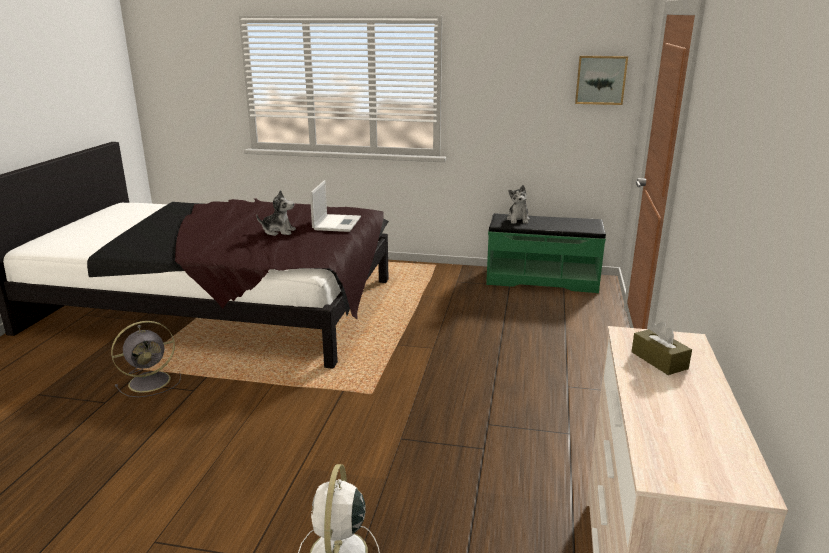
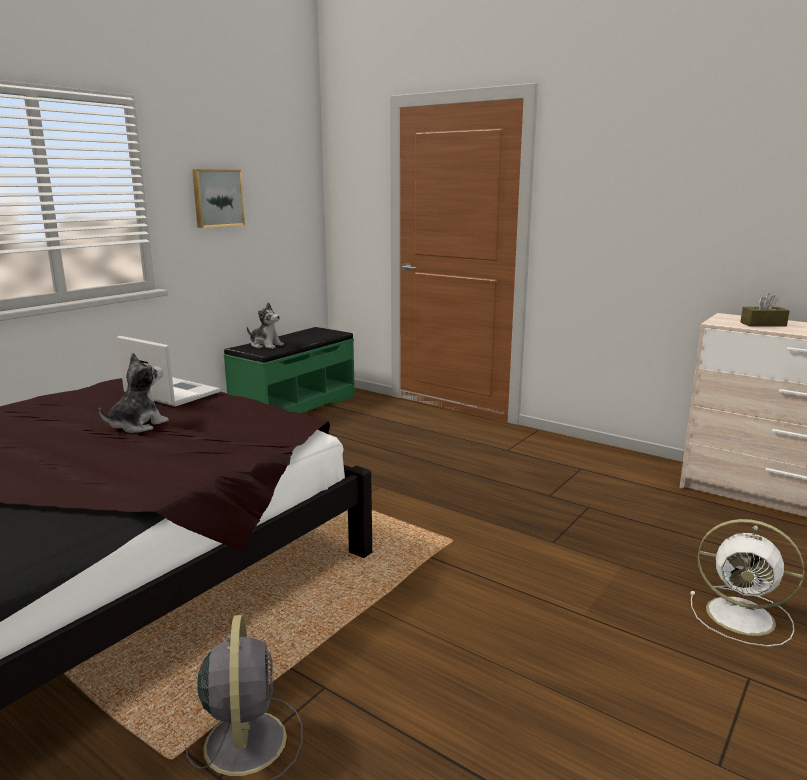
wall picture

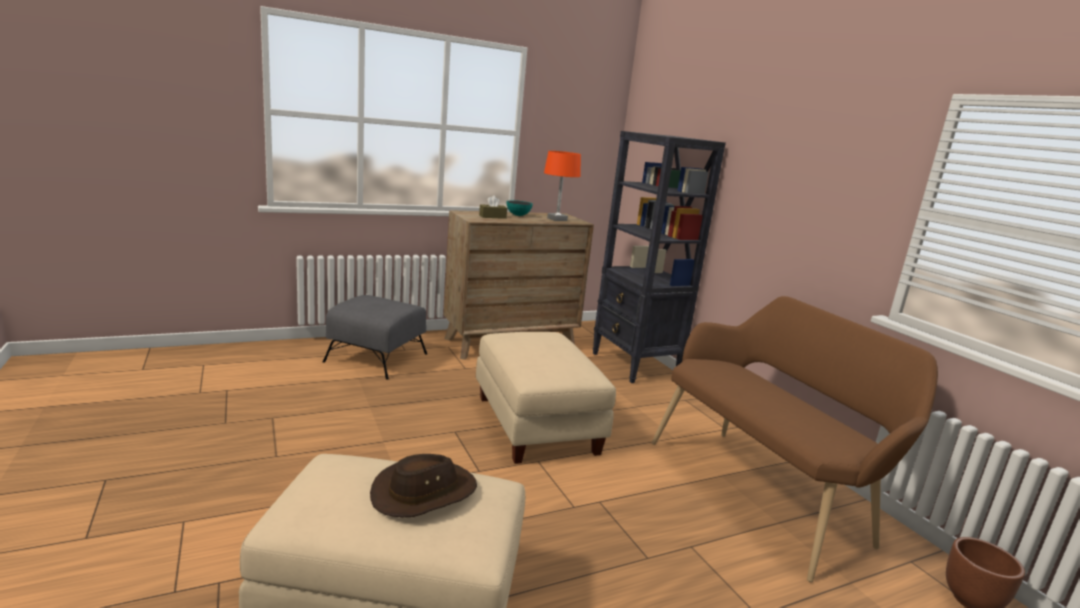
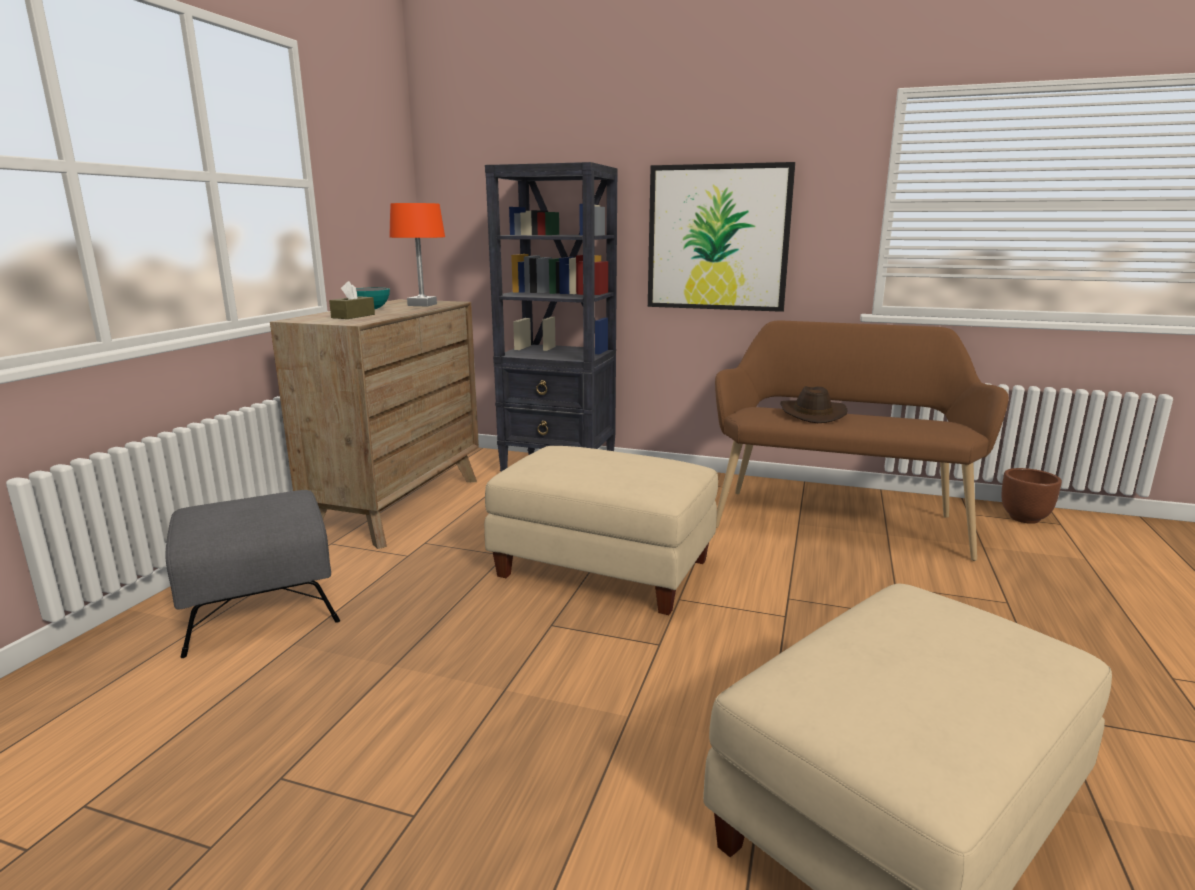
brownish wearable hat; wall picture

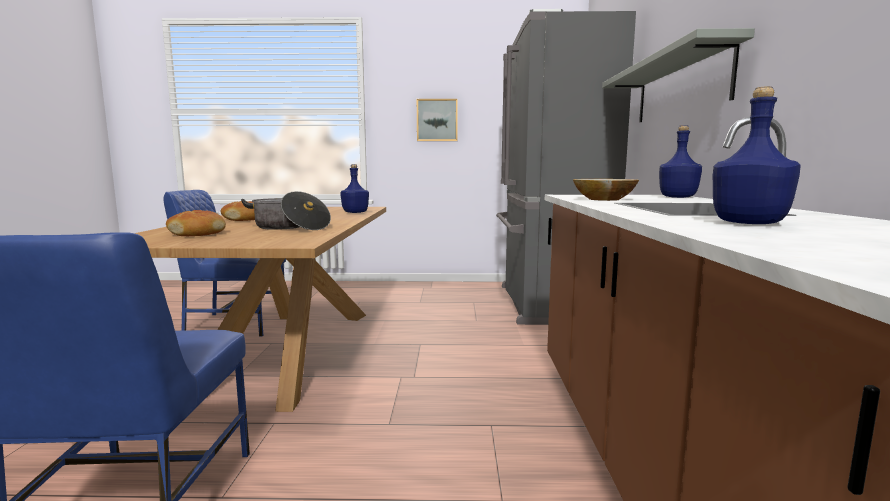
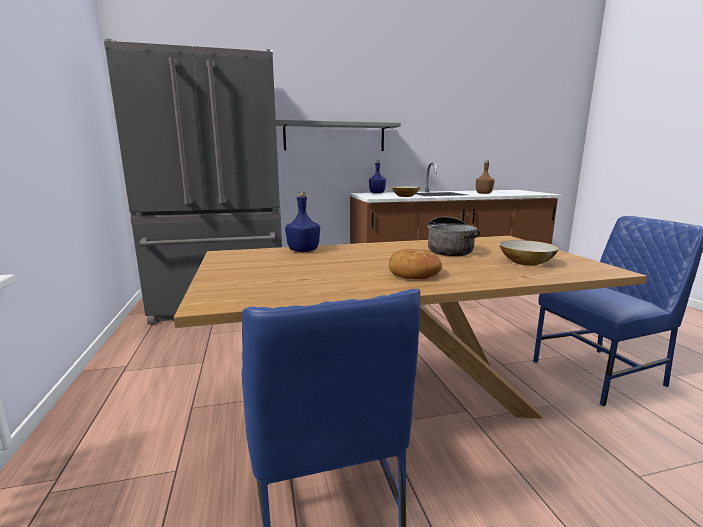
deep dish (no. 2 from left); wall picture; brownish beverage bottle

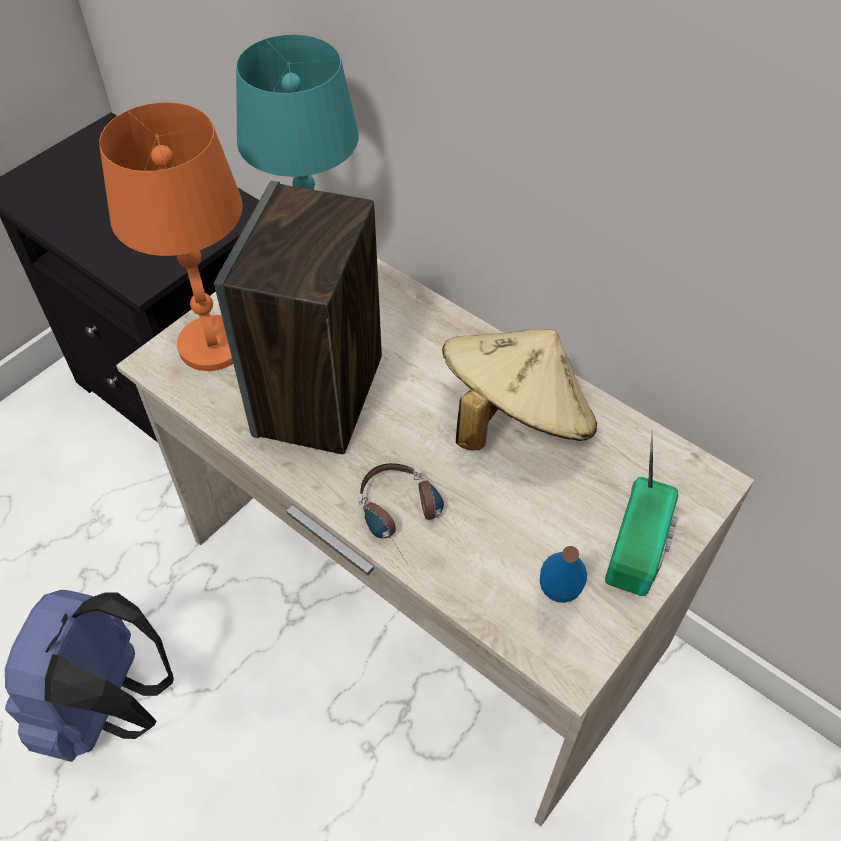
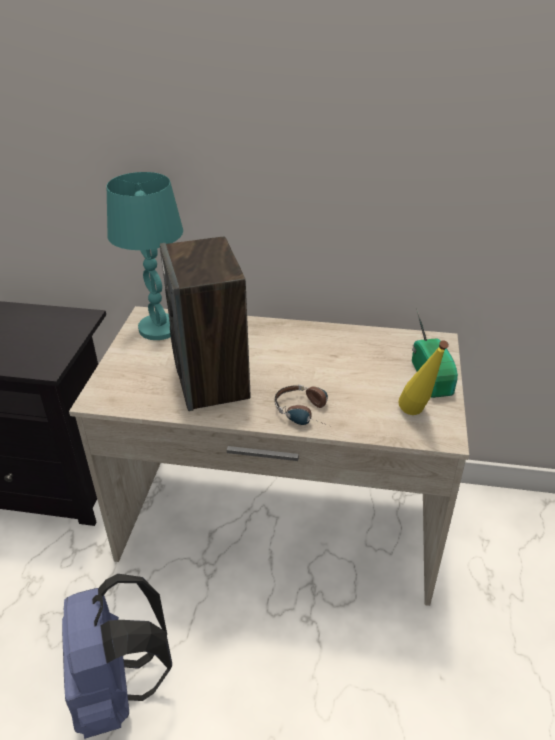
orange-coloured tabletop lamp; beige-coloured wearable hat; yellow beverage bottle

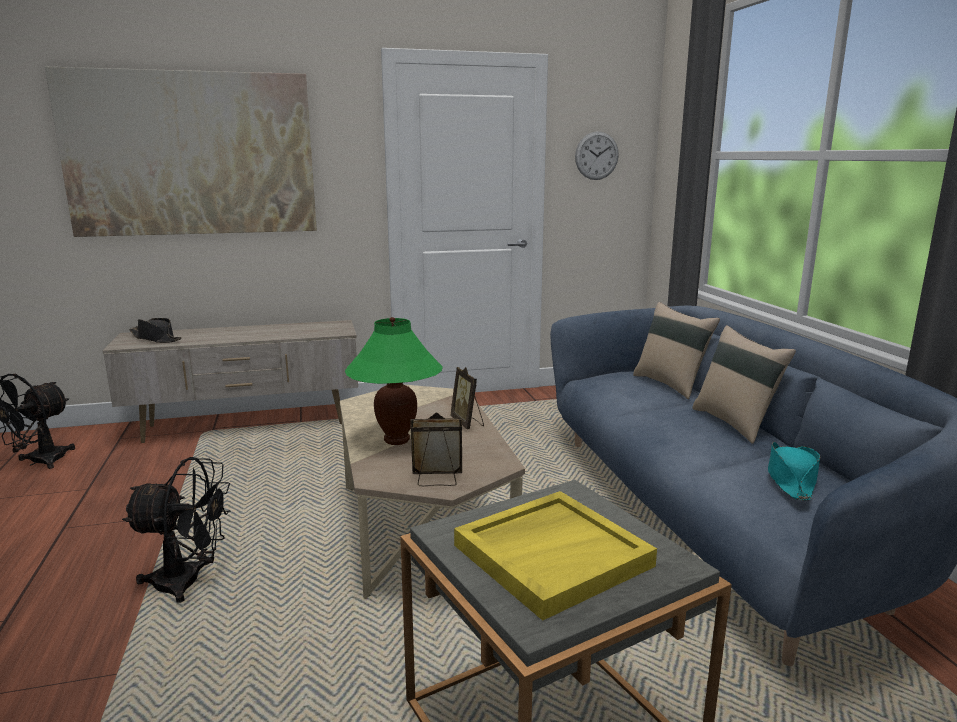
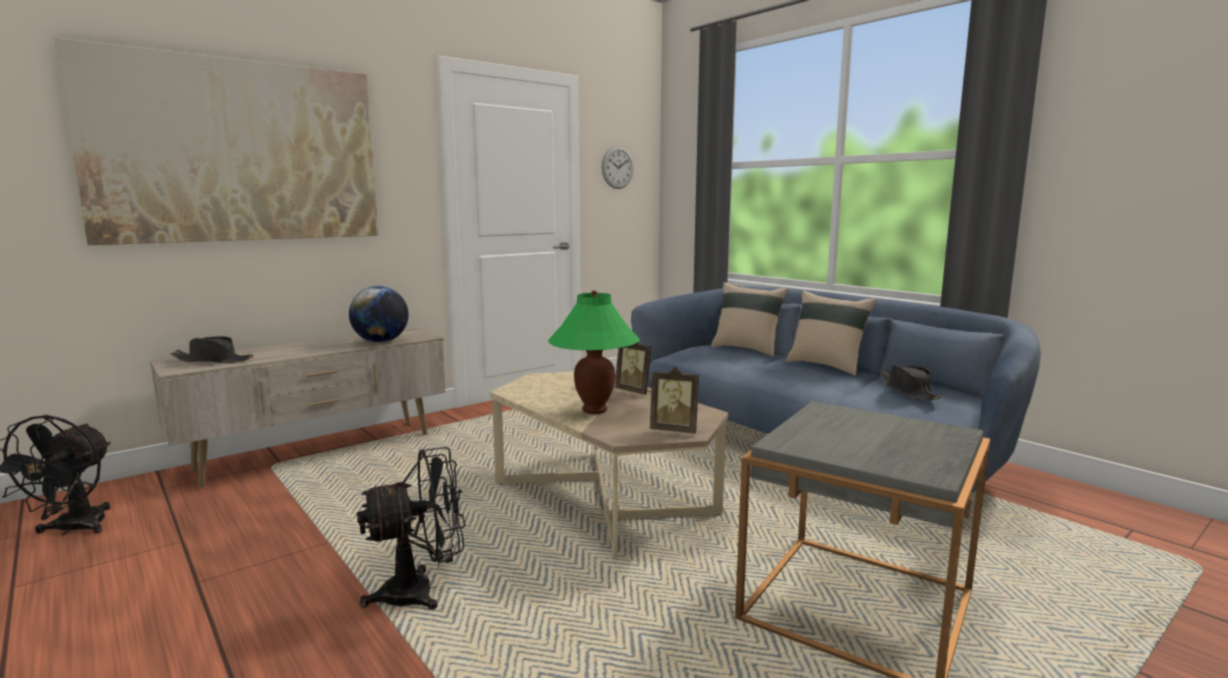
standing frame (no. 2 from left); yellow tray; black-coloured wearable hat (no. 2 from left); globe

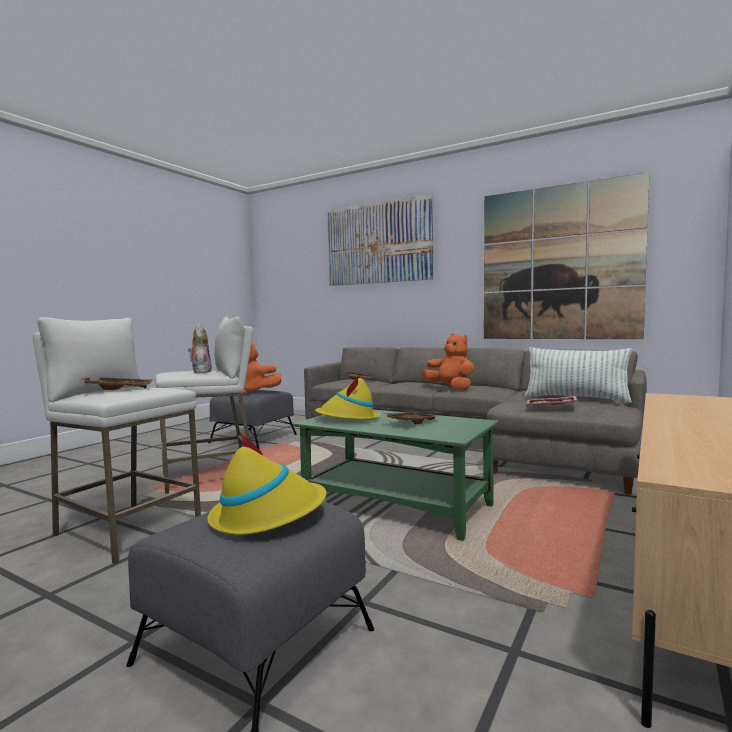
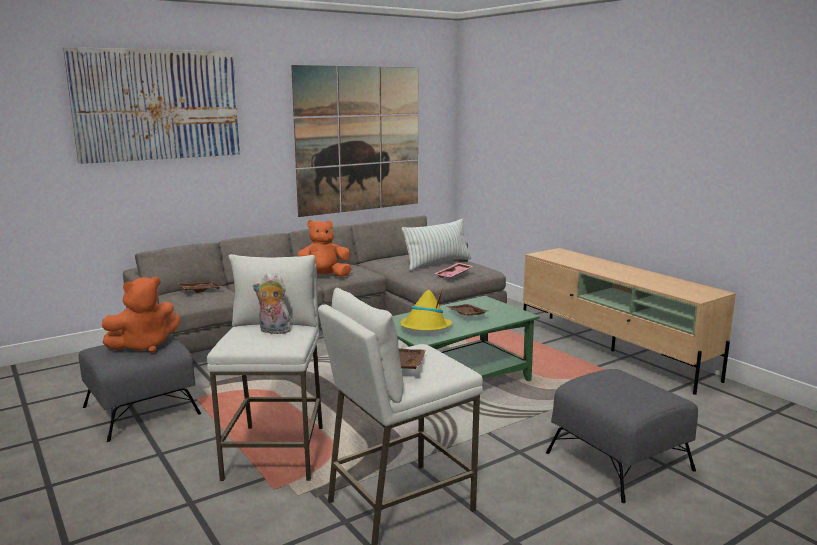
yellow wearable hat (no. 1 from left in the first image)

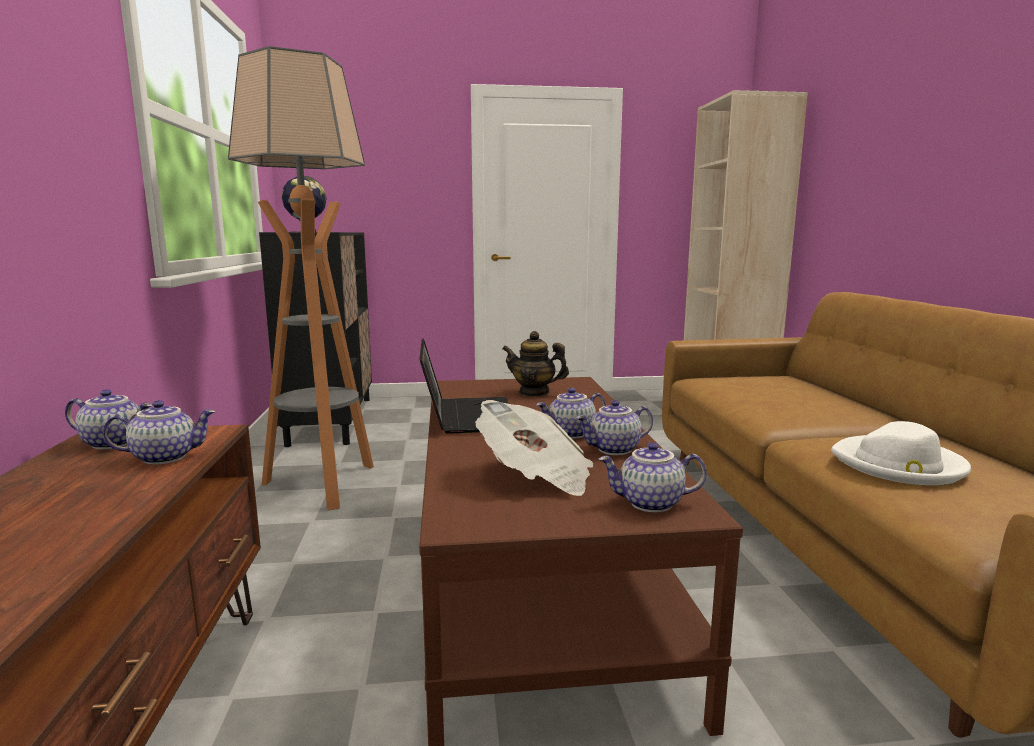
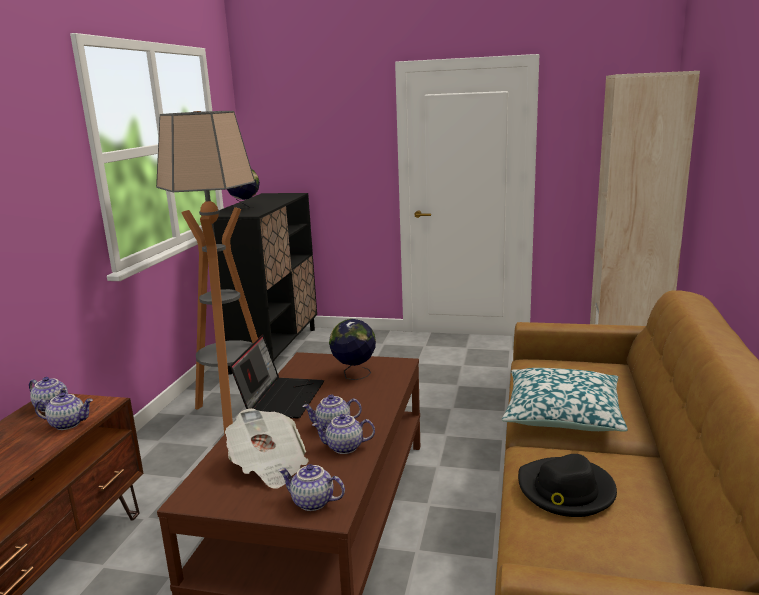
globe (no. 2 from left); black-coloured wearable hat; throw pillow

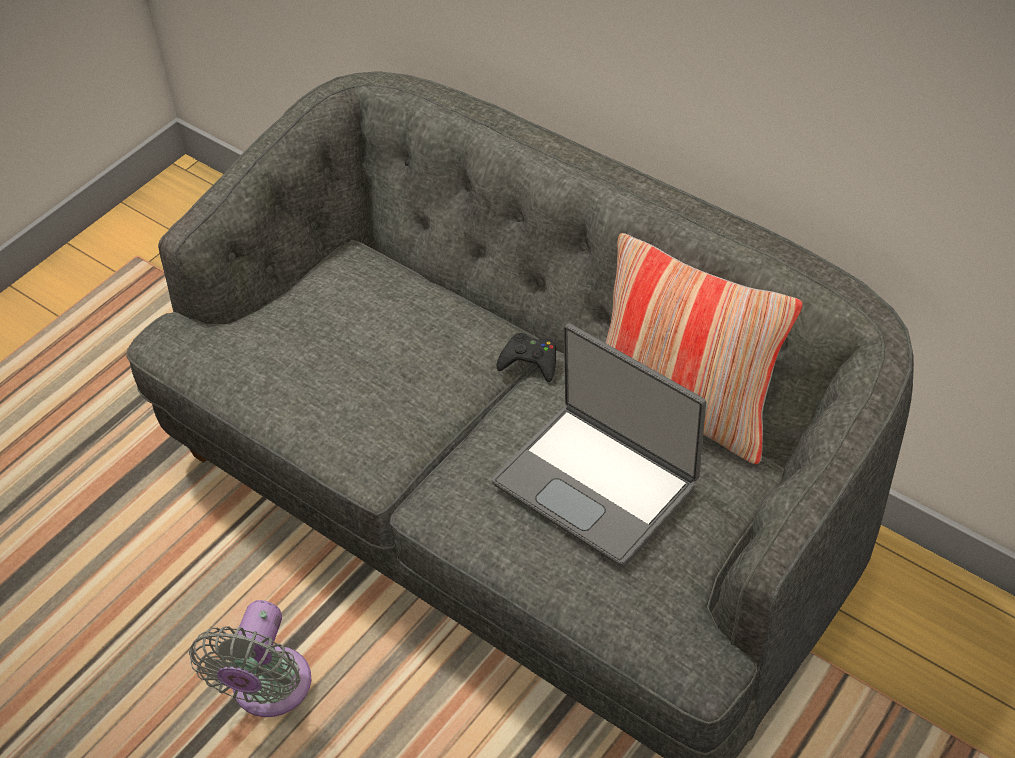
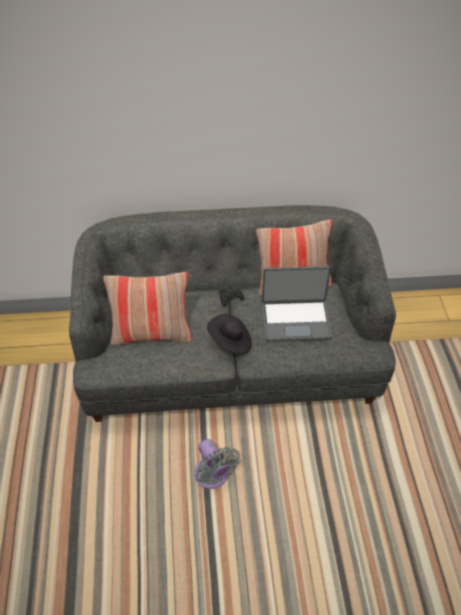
throw pillow (no. 1 from left); black-coloured wearable hat

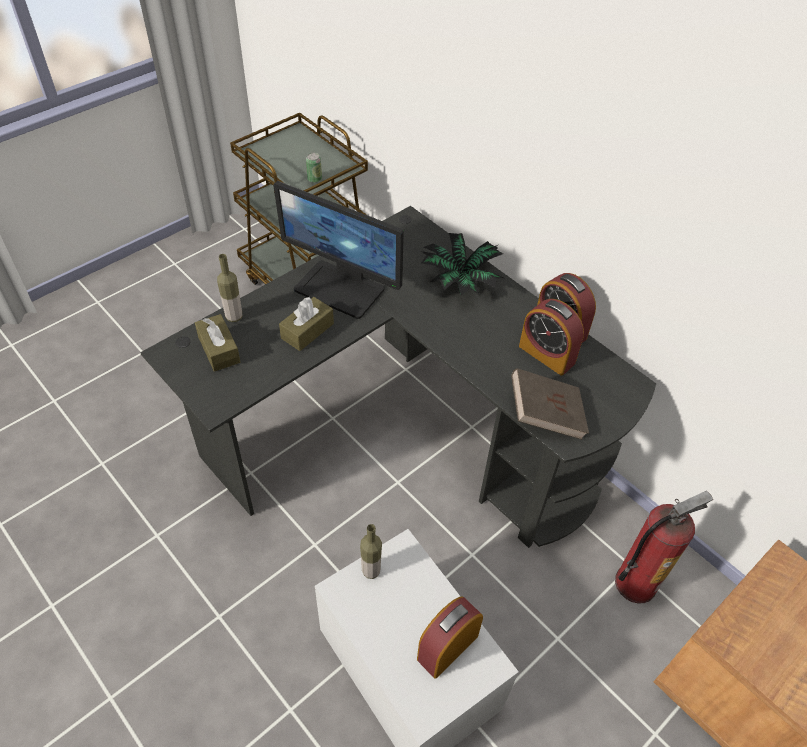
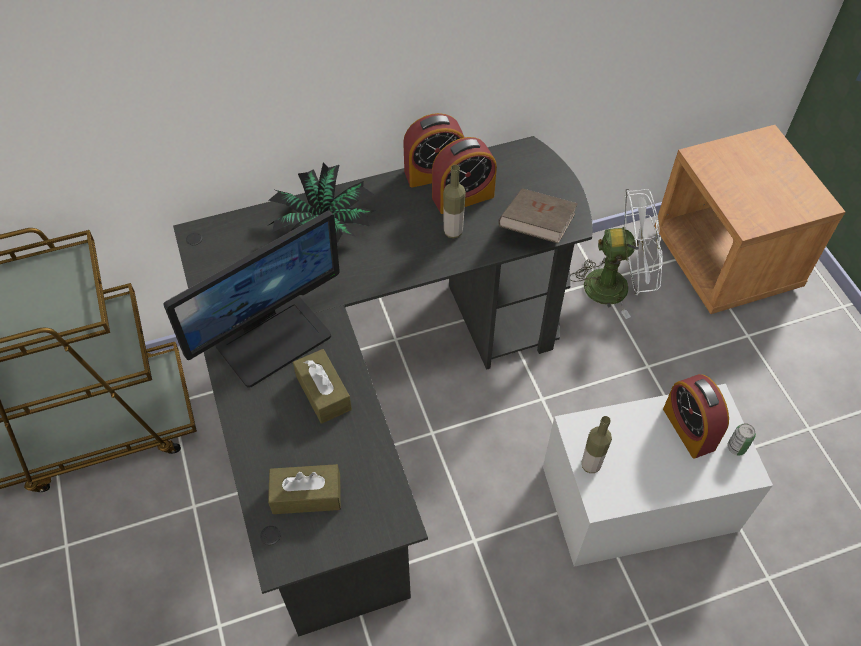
beverage bottle (no. 1 from left); sealed can; whitish electric fan

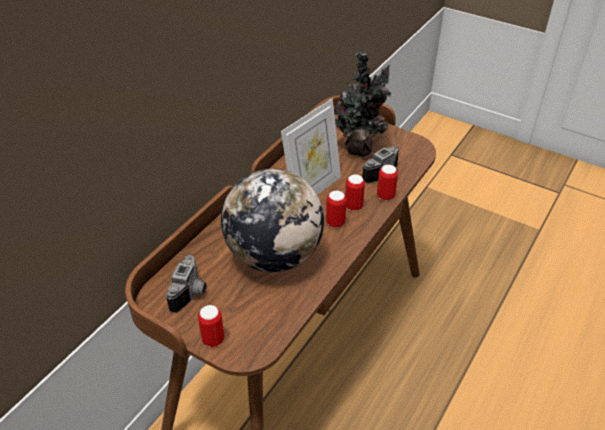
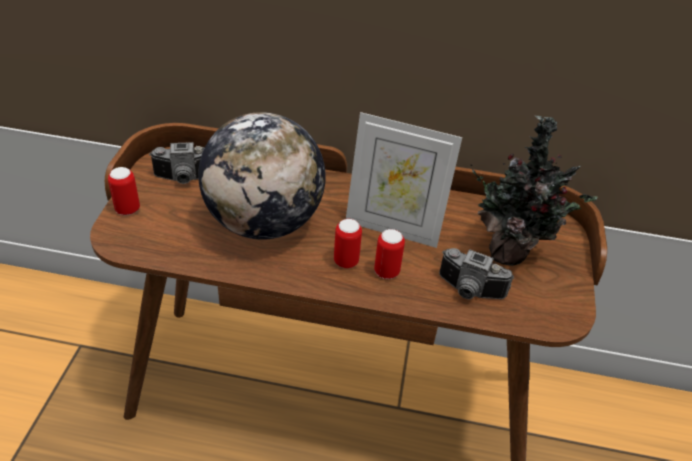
sealed can (no. 4 from left in the first image)

